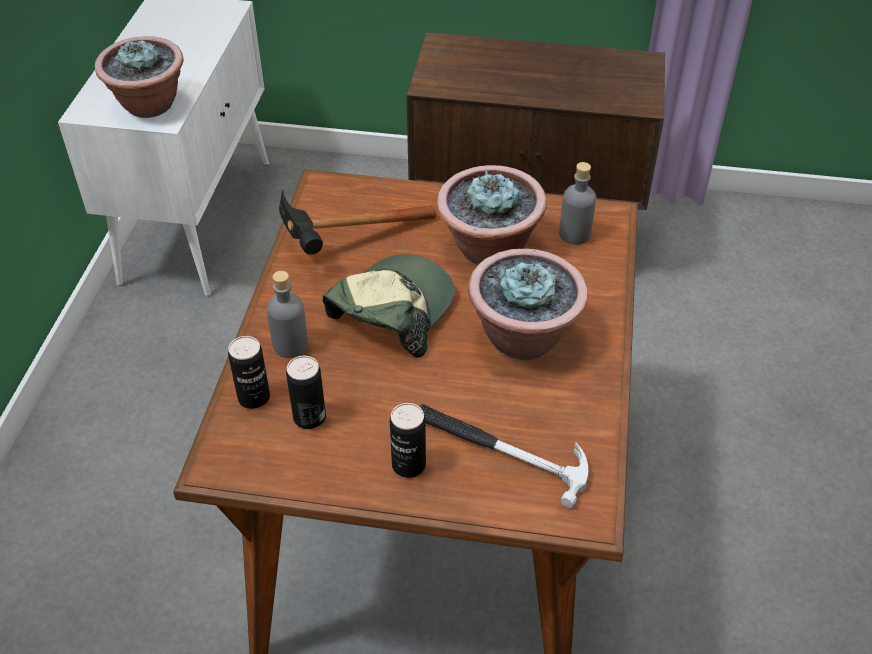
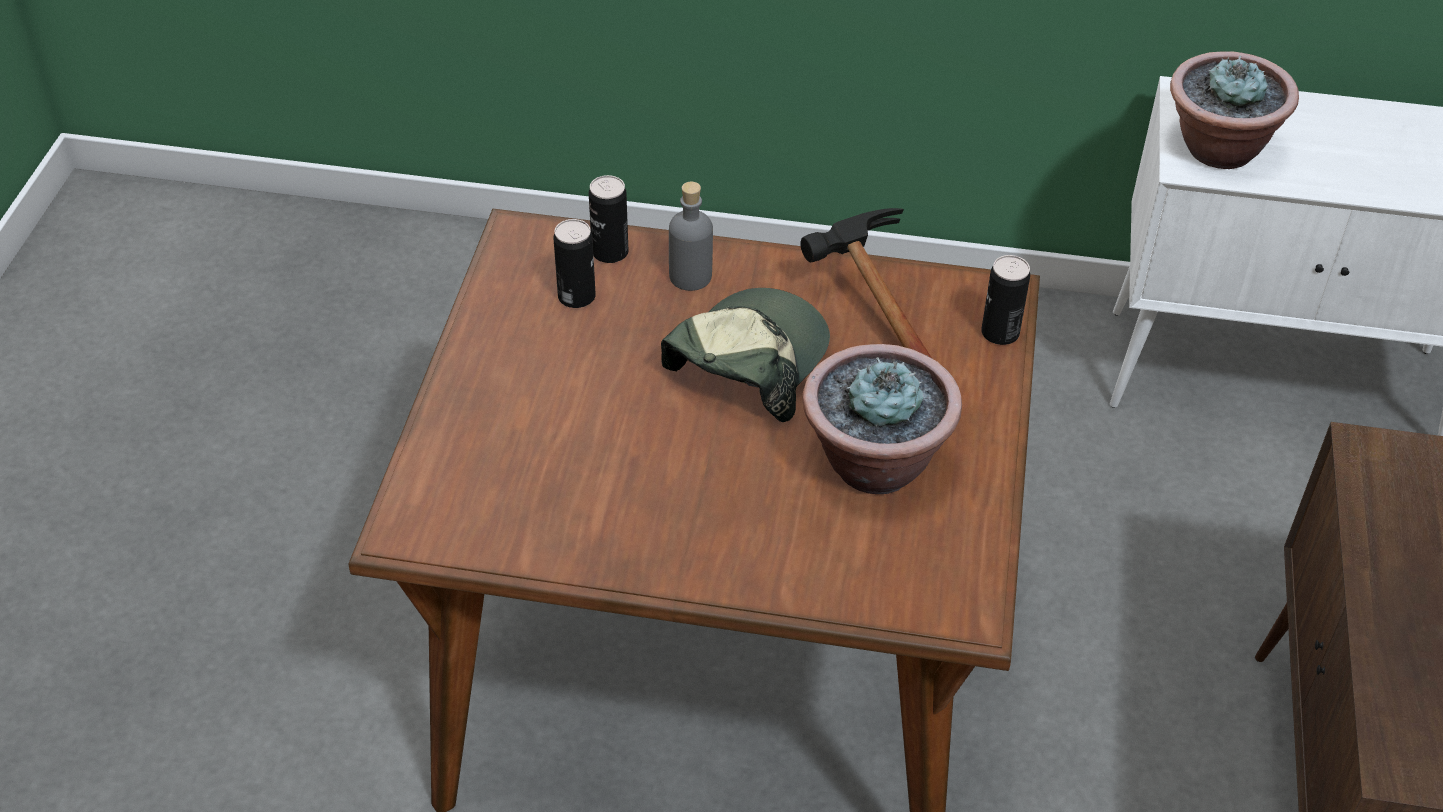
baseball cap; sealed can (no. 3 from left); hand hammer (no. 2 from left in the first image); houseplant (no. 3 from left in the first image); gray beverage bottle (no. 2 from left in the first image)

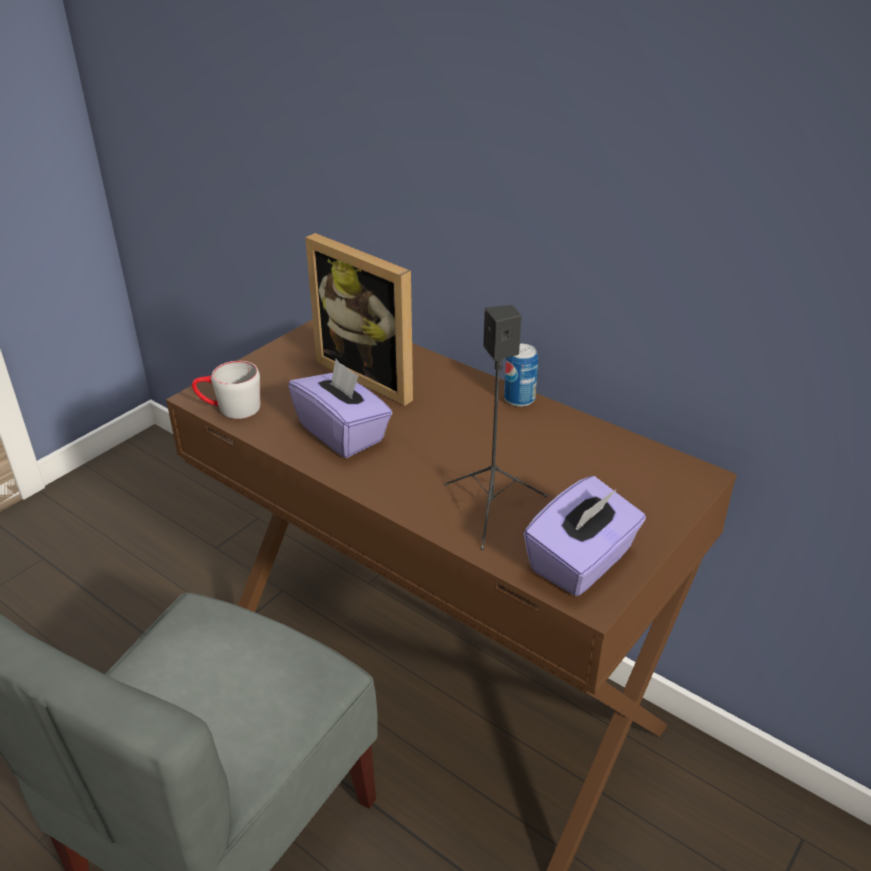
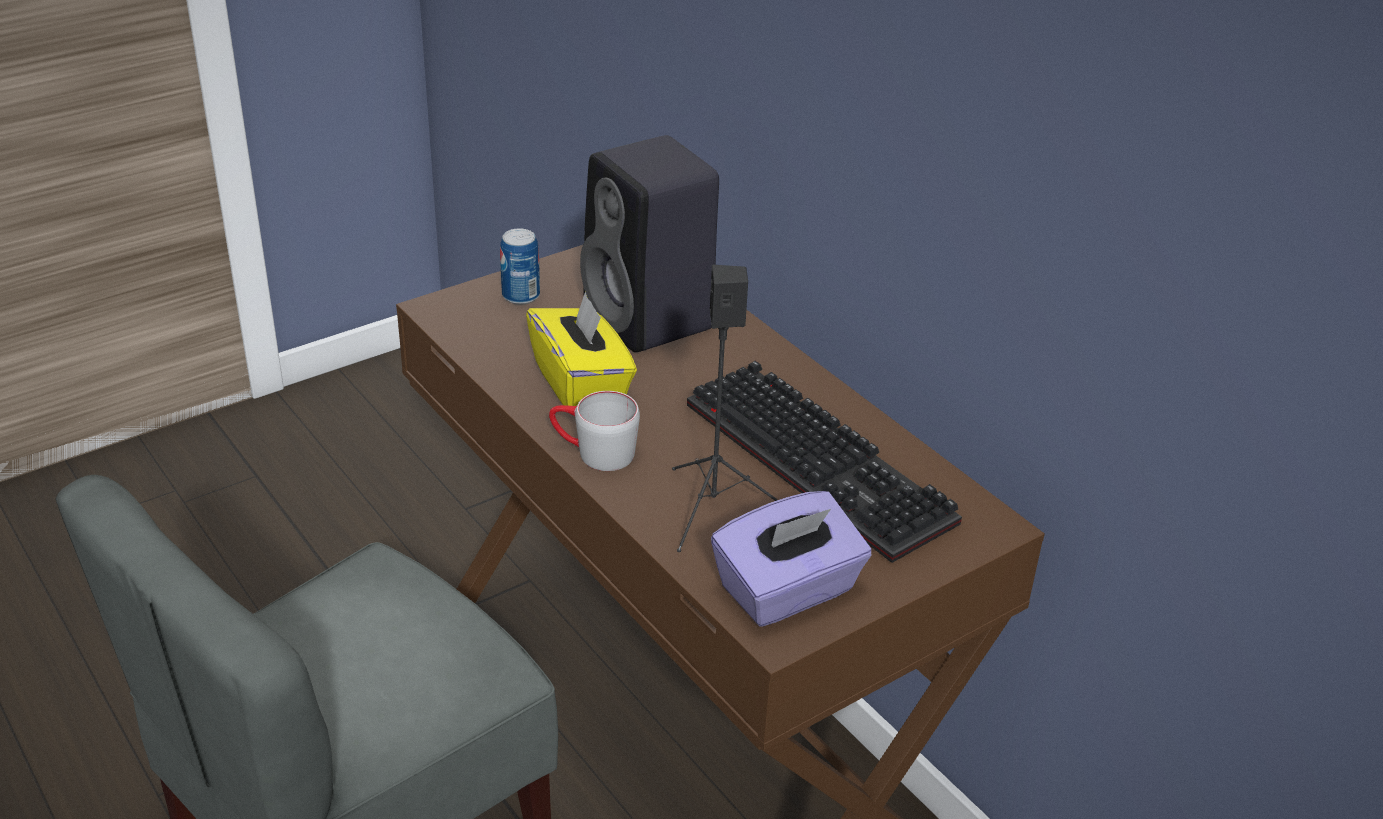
gray coffee mug; yellow tissue box; black-coloured speaker (no. 1 from left); sealed can; keyboard

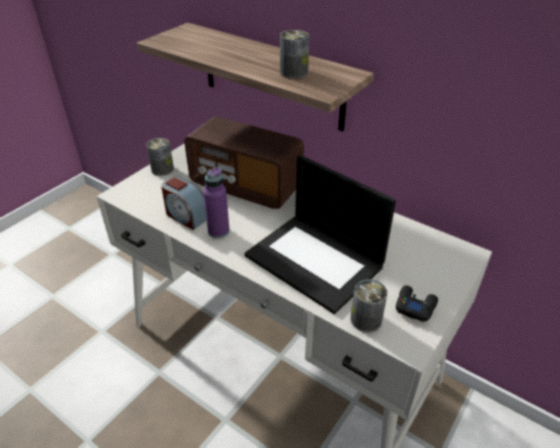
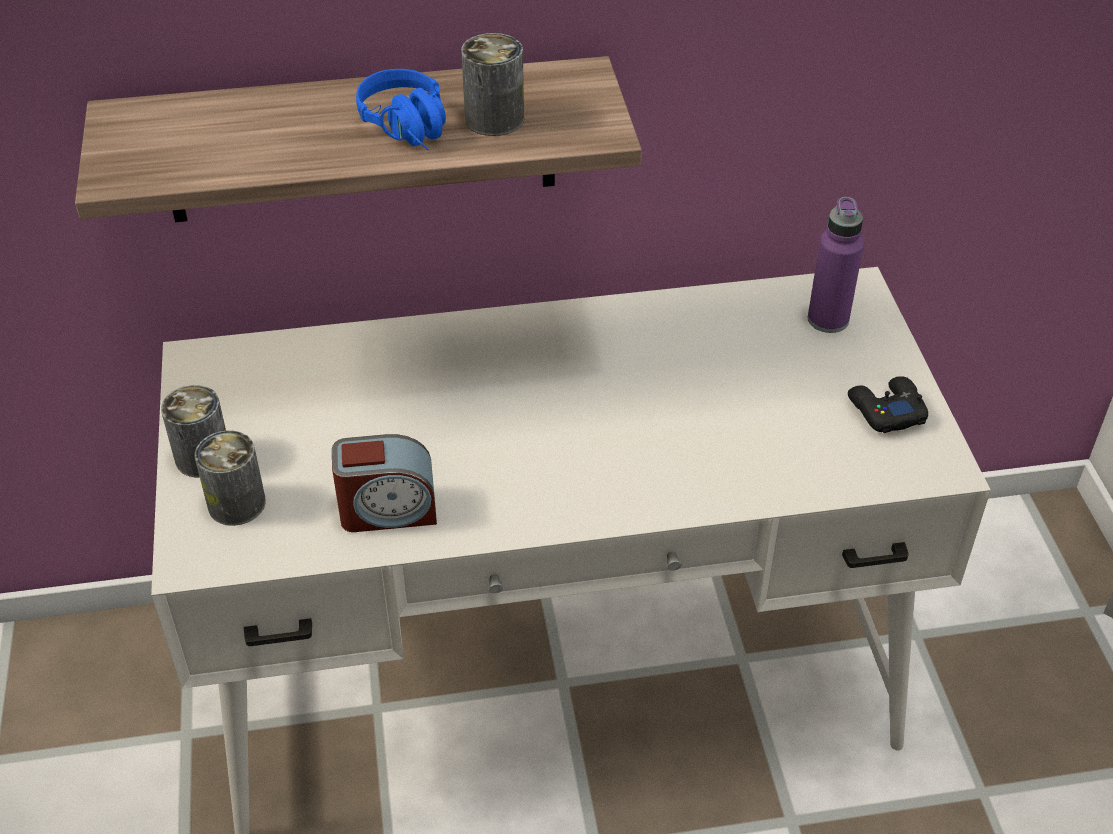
radio set; purplish beverage bottle; portable computer; sealed can (no. 2 from left); blue headphones

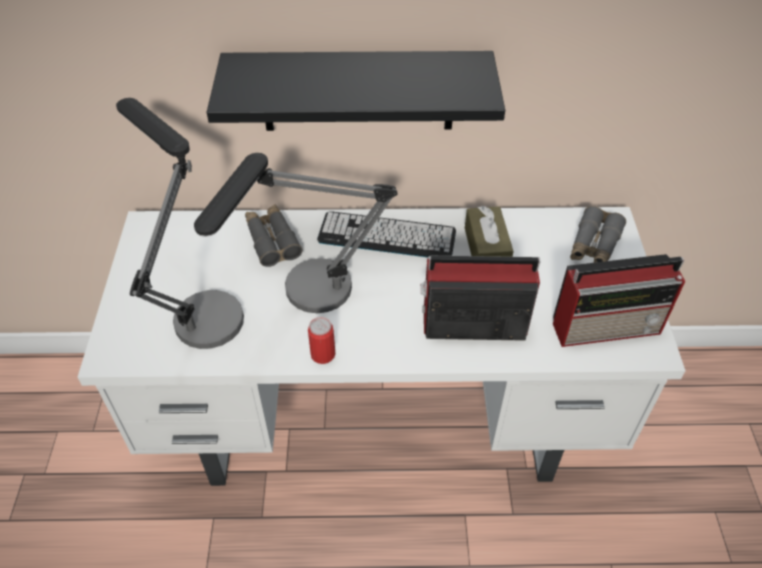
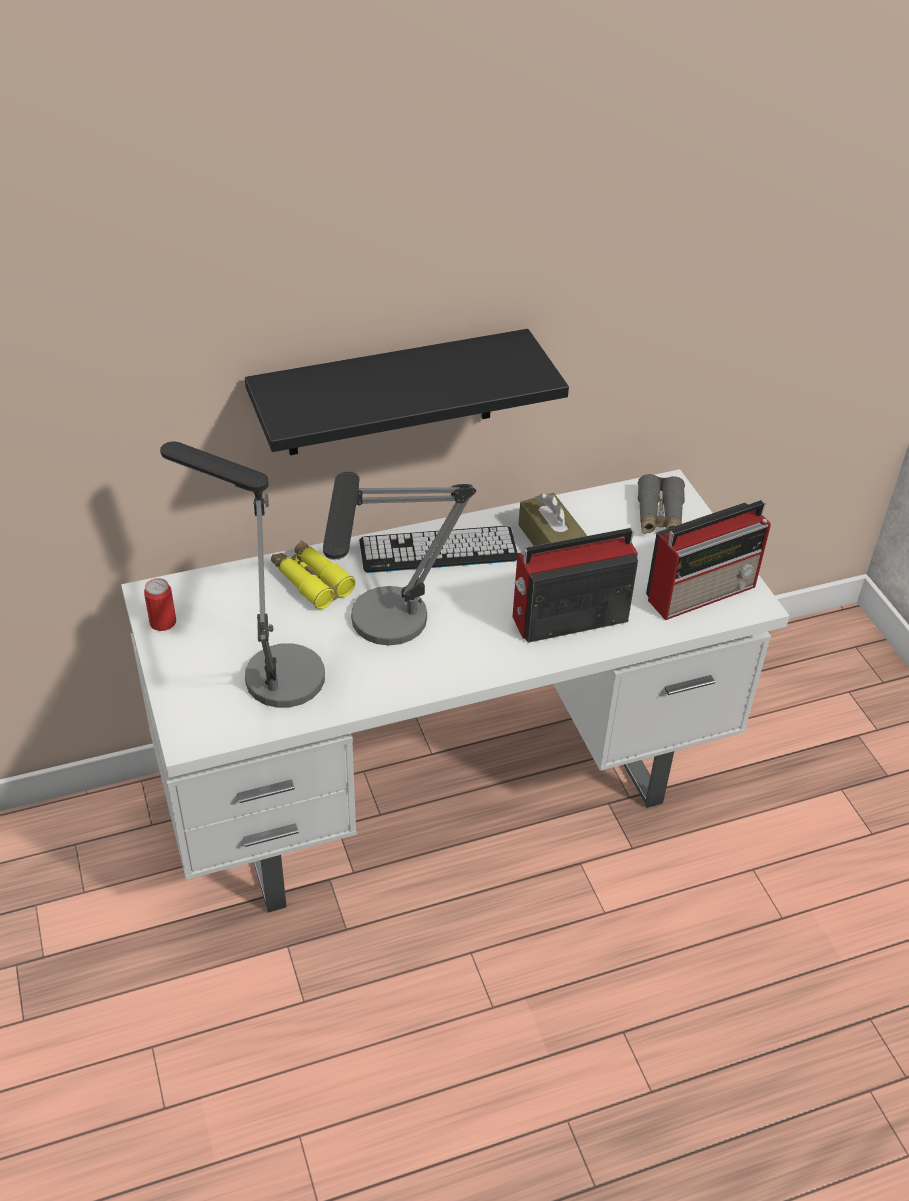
yellow pair of binoculars; sealed can

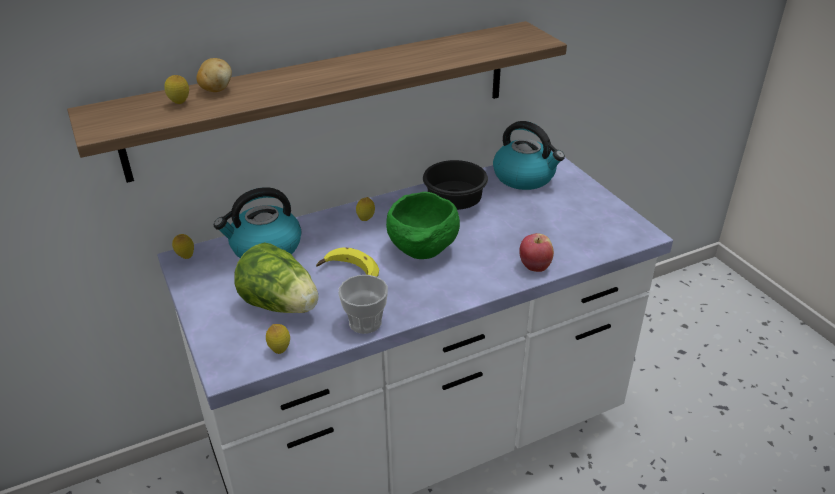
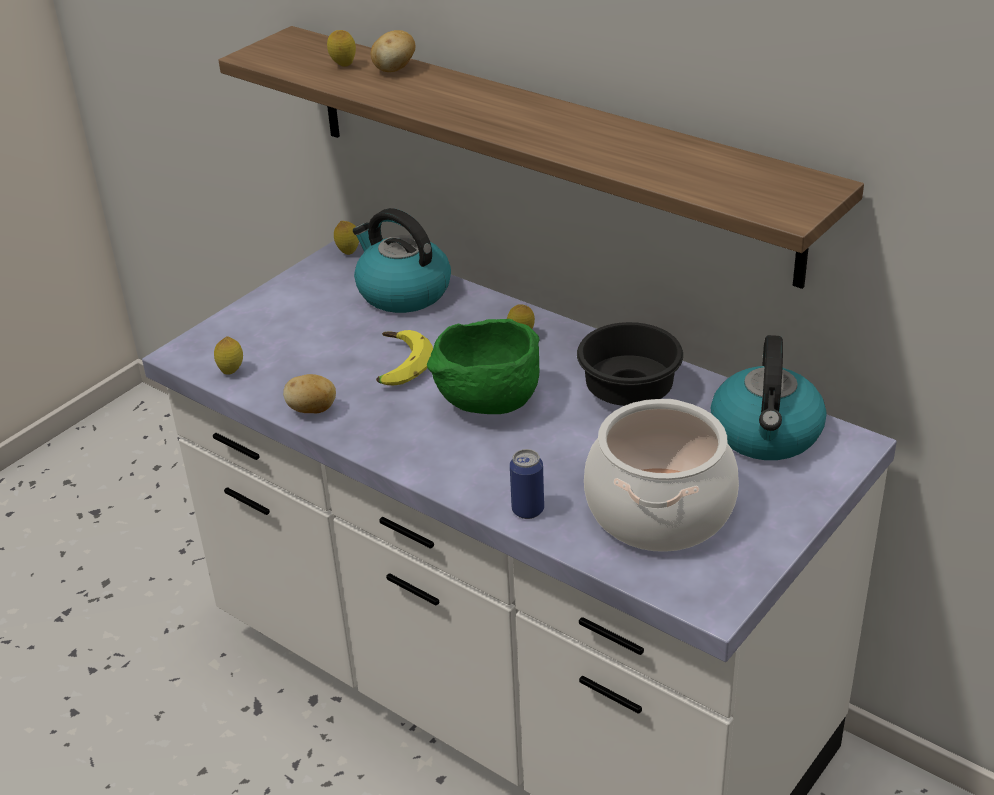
lettuce; whole potato (no. 1 from left); sealed can; saucepot

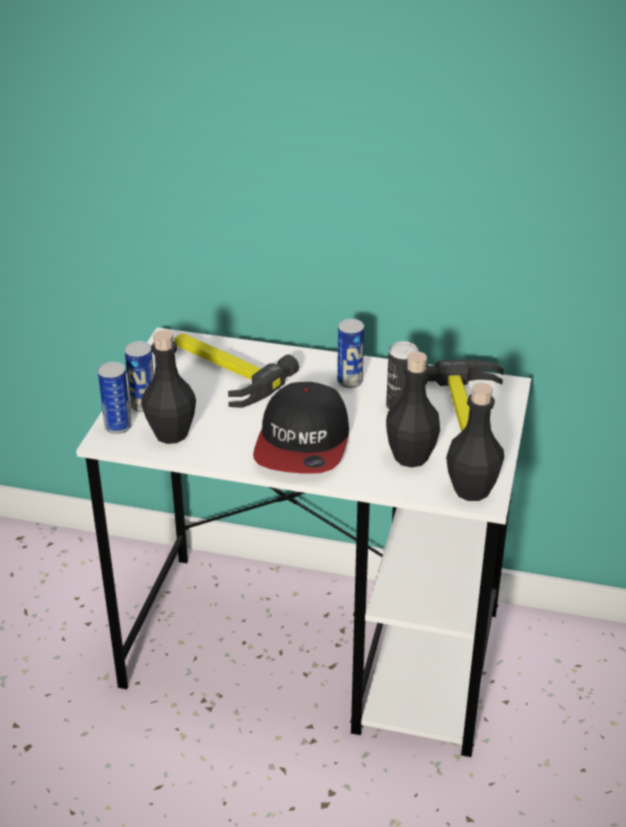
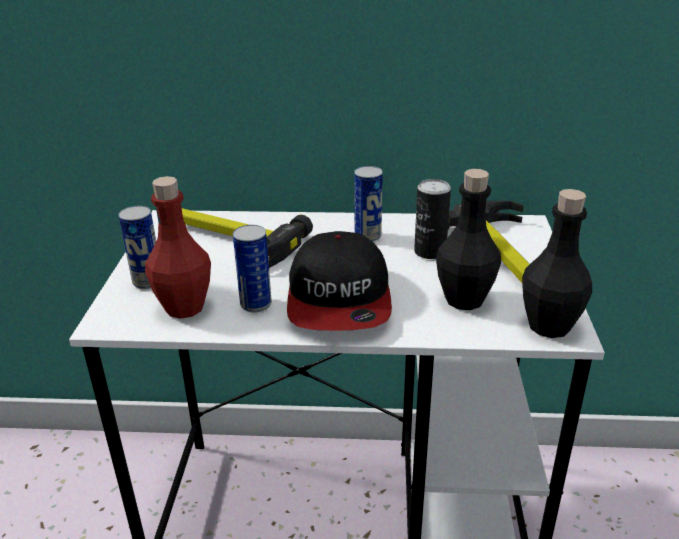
sealed can (no. 2 from left); red beverage bottle

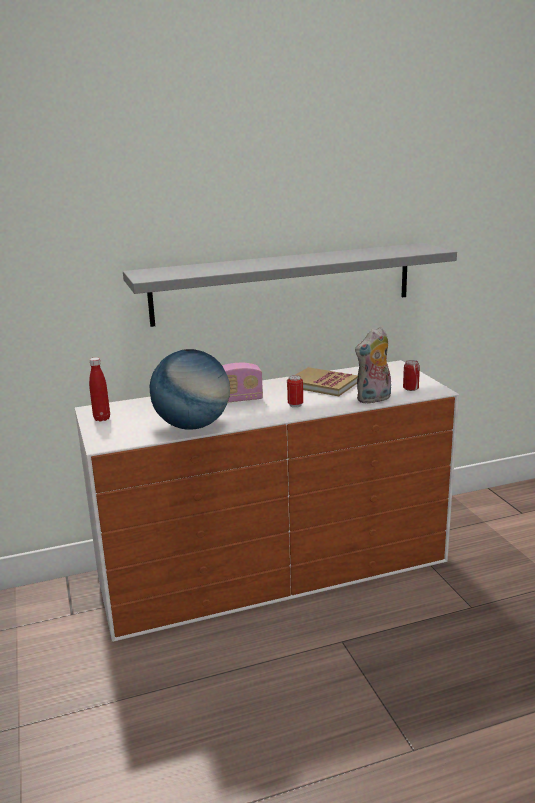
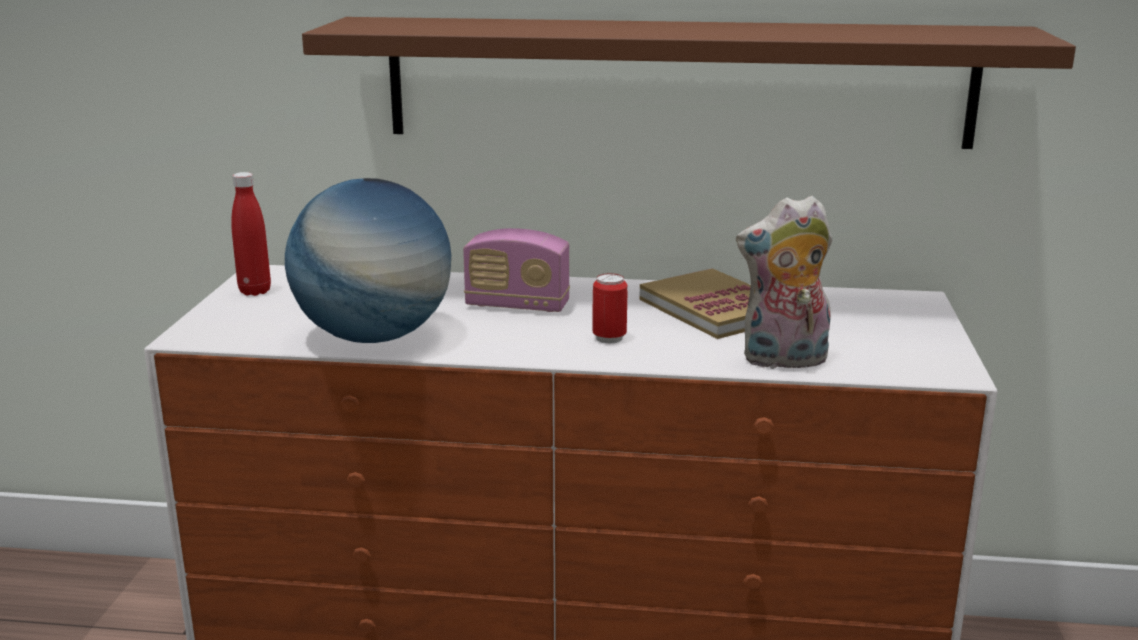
brownish wall shelf; sealed can (no. 2 from left in the first image)

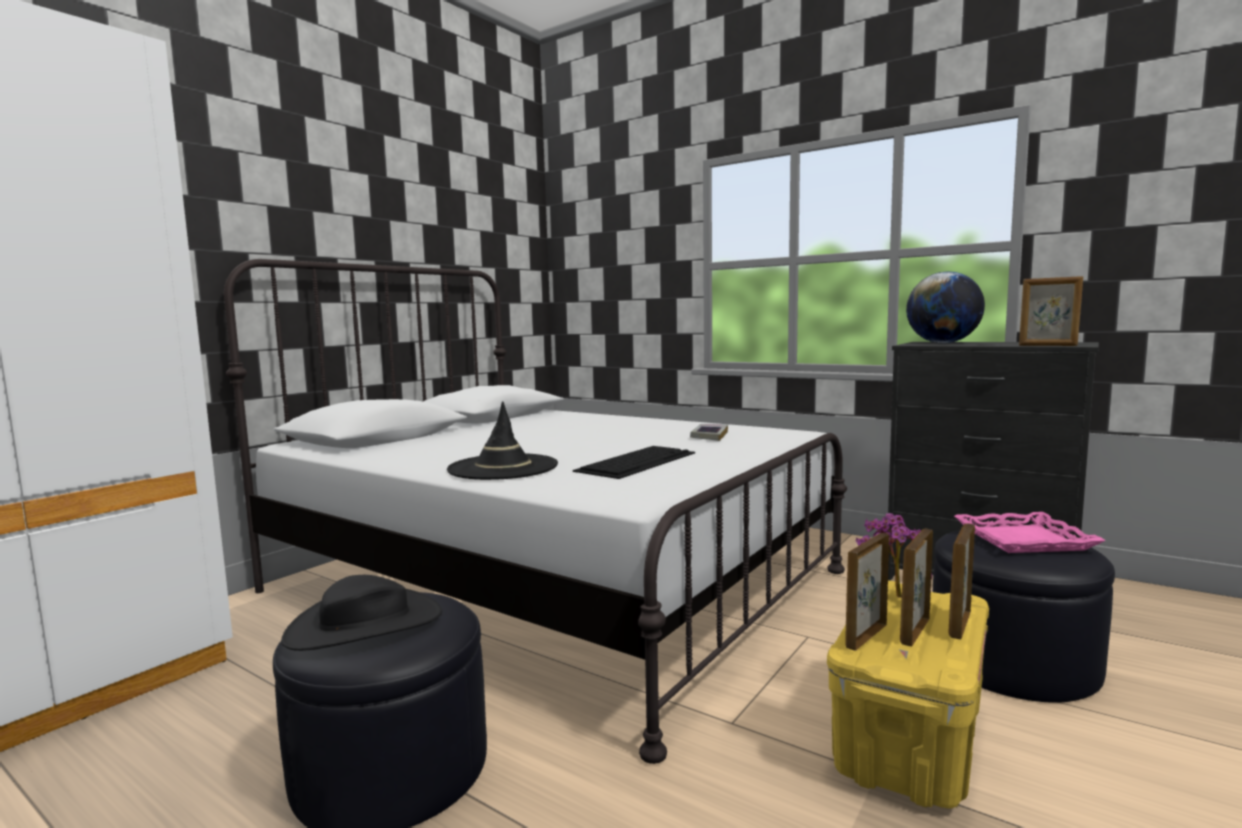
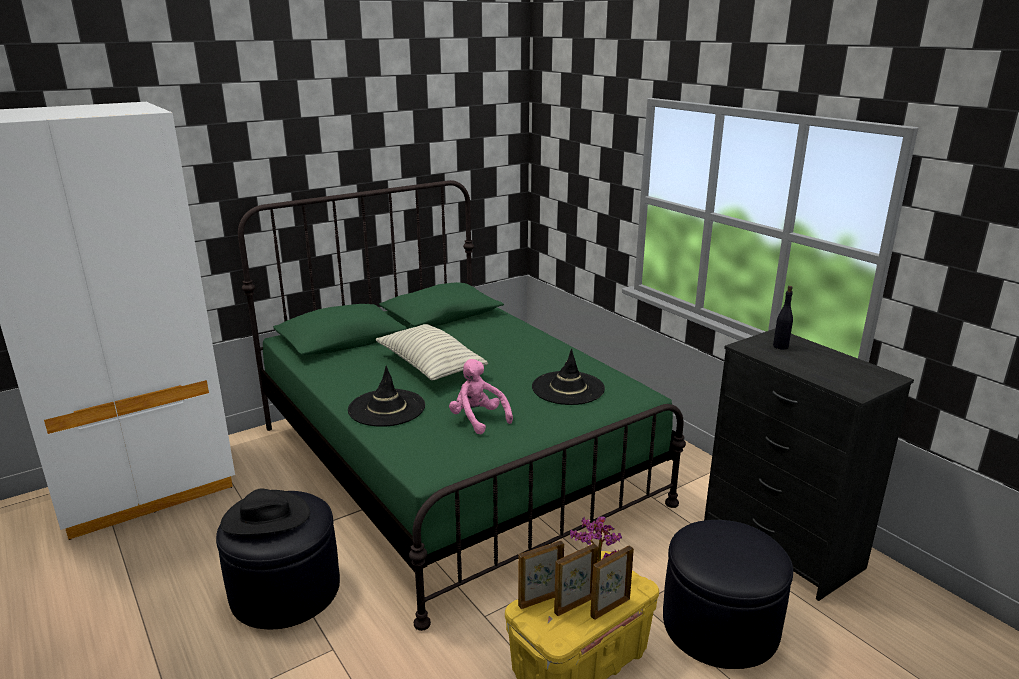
green-coloured bed; pink-coloured plush toy; black-coloured wearable hat (no. 3 from left); black-coloured beverage bottle; pink-coloured tray; standing frame (no. 4 from left in the first image); throw pillow

